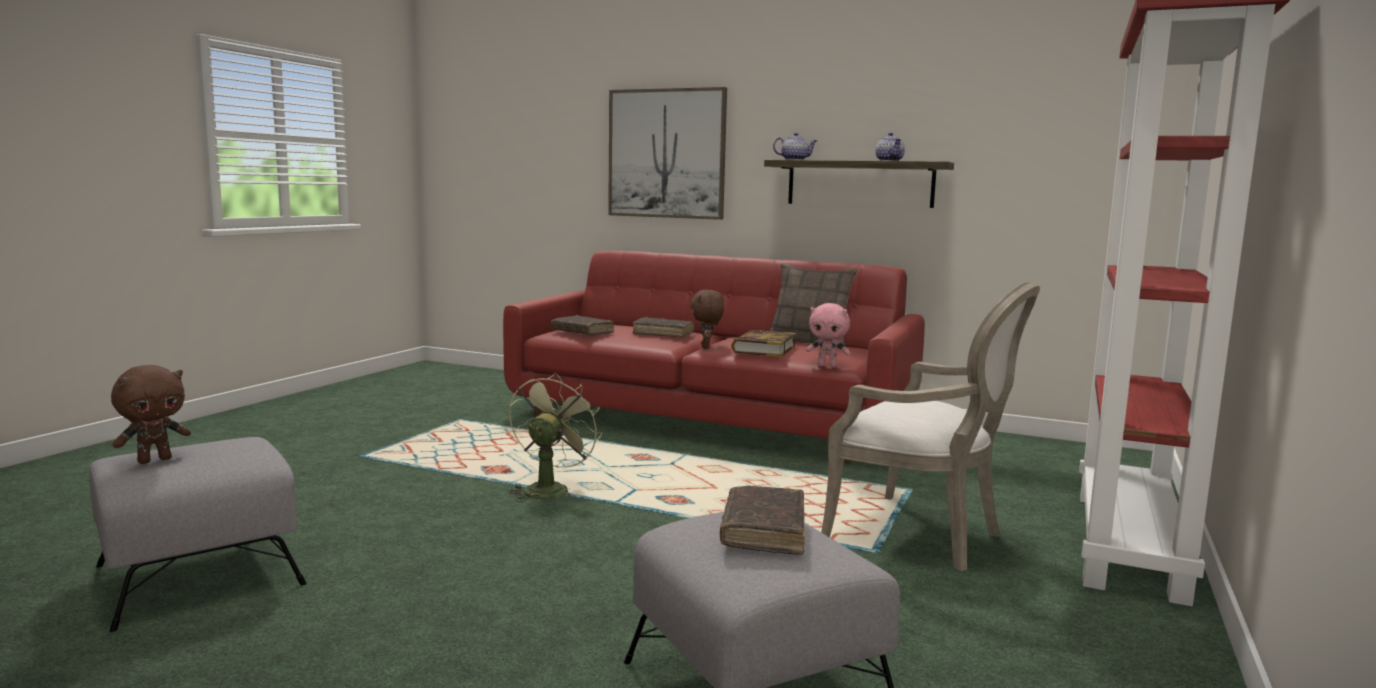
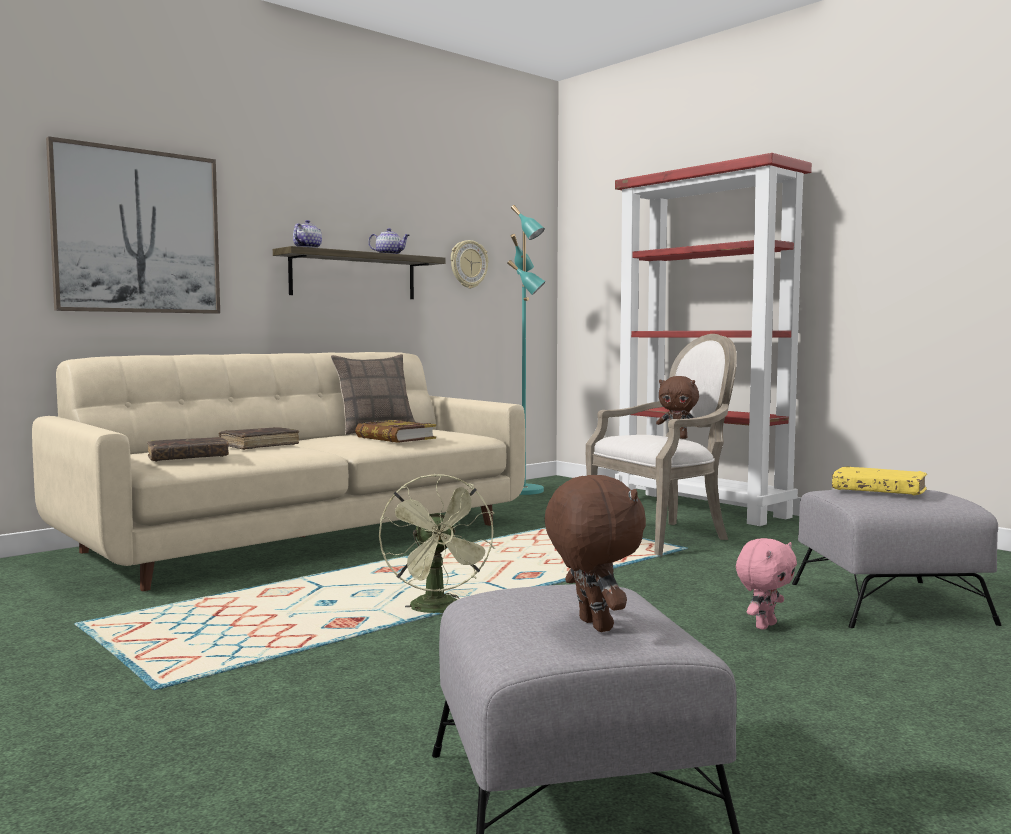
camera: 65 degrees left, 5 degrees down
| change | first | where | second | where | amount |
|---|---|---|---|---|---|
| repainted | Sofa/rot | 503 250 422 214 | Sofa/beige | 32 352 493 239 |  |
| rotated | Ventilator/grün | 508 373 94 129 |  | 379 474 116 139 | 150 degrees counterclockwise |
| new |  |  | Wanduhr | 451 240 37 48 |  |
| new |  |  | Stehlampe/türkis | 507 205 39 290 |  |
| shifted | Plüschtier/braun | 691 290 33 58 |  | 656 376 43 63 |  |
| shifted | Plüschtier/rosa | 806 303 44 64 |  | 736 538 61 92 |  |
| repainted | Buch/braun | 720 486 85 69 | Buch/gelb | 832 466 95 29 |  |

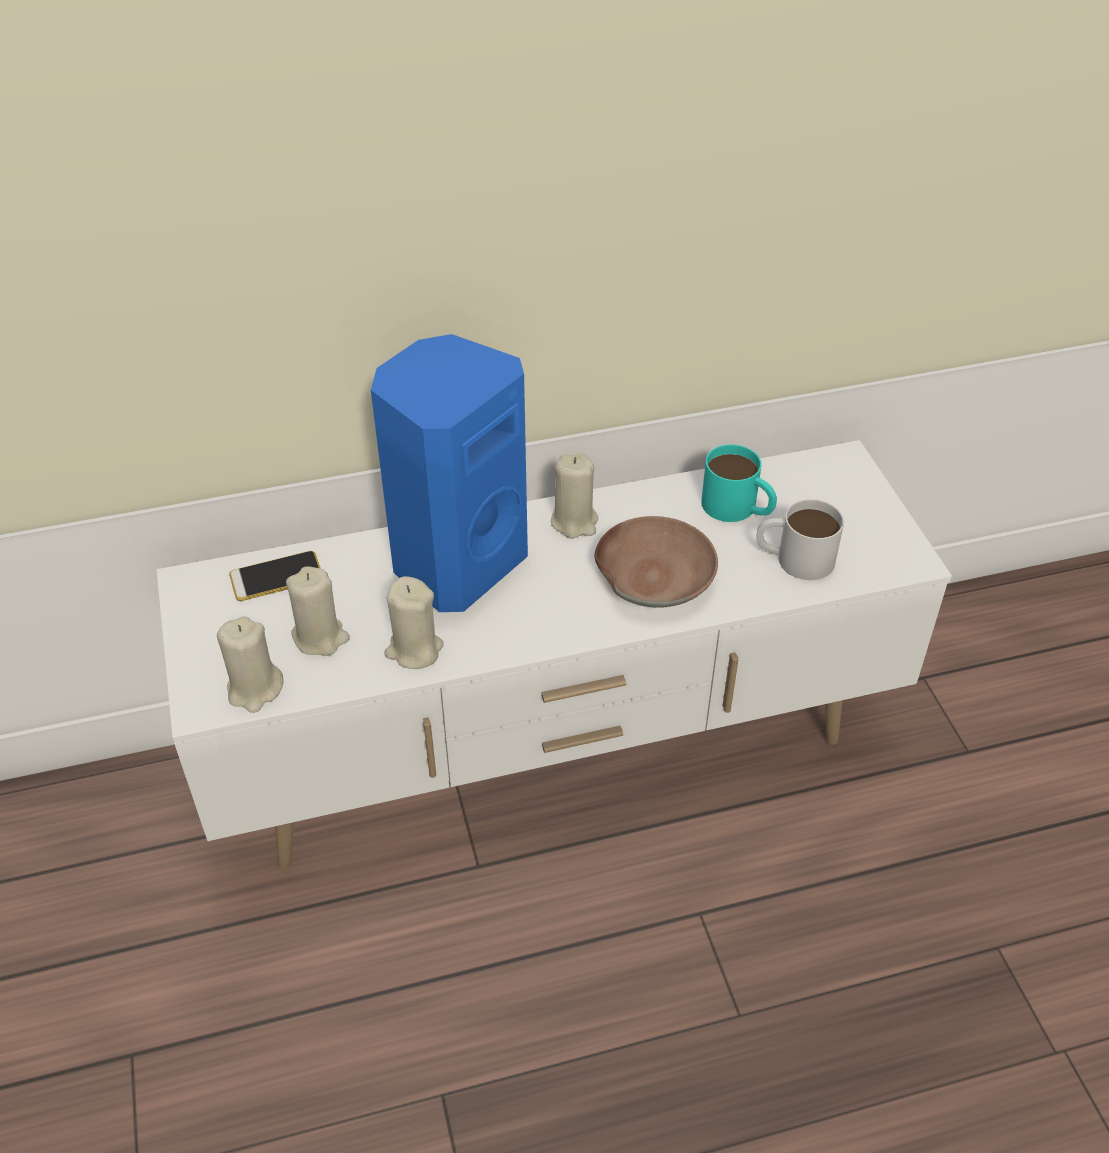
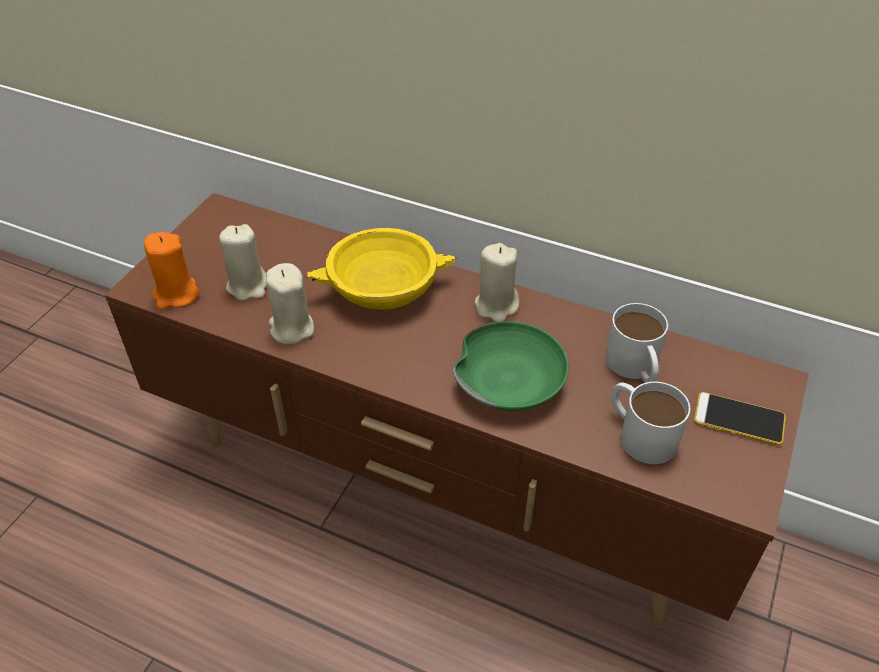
camera: 40 degrees right, 0 degrees up
| change | first | where | second | where | amount |
|---|---|---|---|---|---|
| repainted | Fernsehschrank/weiß | 156 440 796 430 | Fernsehschrank/braun | 105 193 704 435 |  |
| repainted | Kerze/beige | 217 616 67 97 | Kerze/orange | 144 232 56 77 |  |
| swapped | Lautsprecher/blau | 371 334 157 278 | Schüssel/gelb | 304 228 152 82 |  |
| repainted | Schüssel/braun | 594 516 124 92 | Schüssel/grün | 453 321 116 90 |  |
| repainted | Henkelbecher/türkis | 701 445 76 77 | Henkelbecher/weiß | 605 303 63 80 |  |
| shifted | Handy | 229 551 92 50 |  | 694 392 92 53 |  |

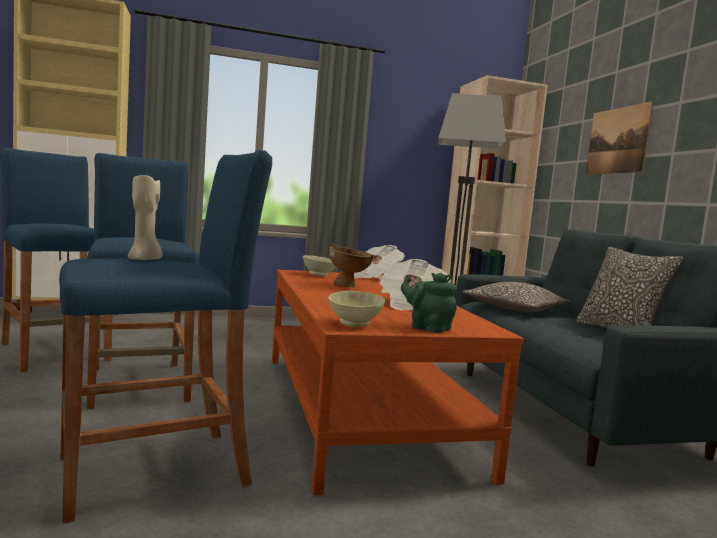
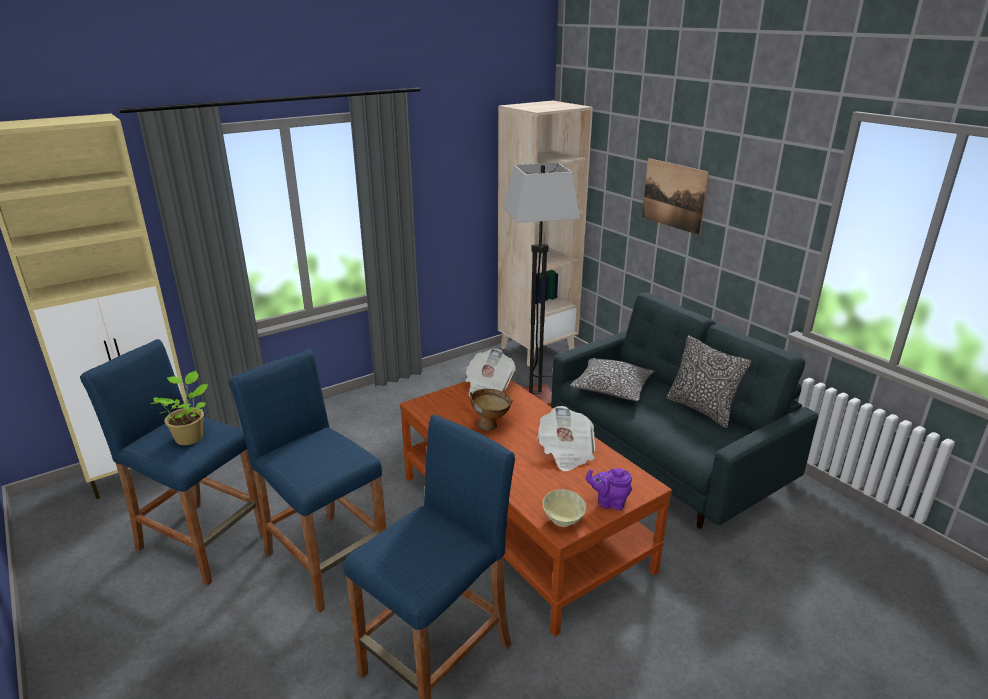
camera: 20 degrees left, 20 degrees up
| change | first | where | second | where | amount |
|---|---|---|---|---|---|
| new |  |  | Topfpflanze | 150 371 58 74 |  |
| repainted | Teekanne/grün | 401 273 56 60 | Teekanne/lila | 586 468 46 42 |  |
| gone | Kerze/beige | 128 175 35 85 |  |  |  |
| gone | Schüssel/beige | 303 255 33 21 |  |  |  |

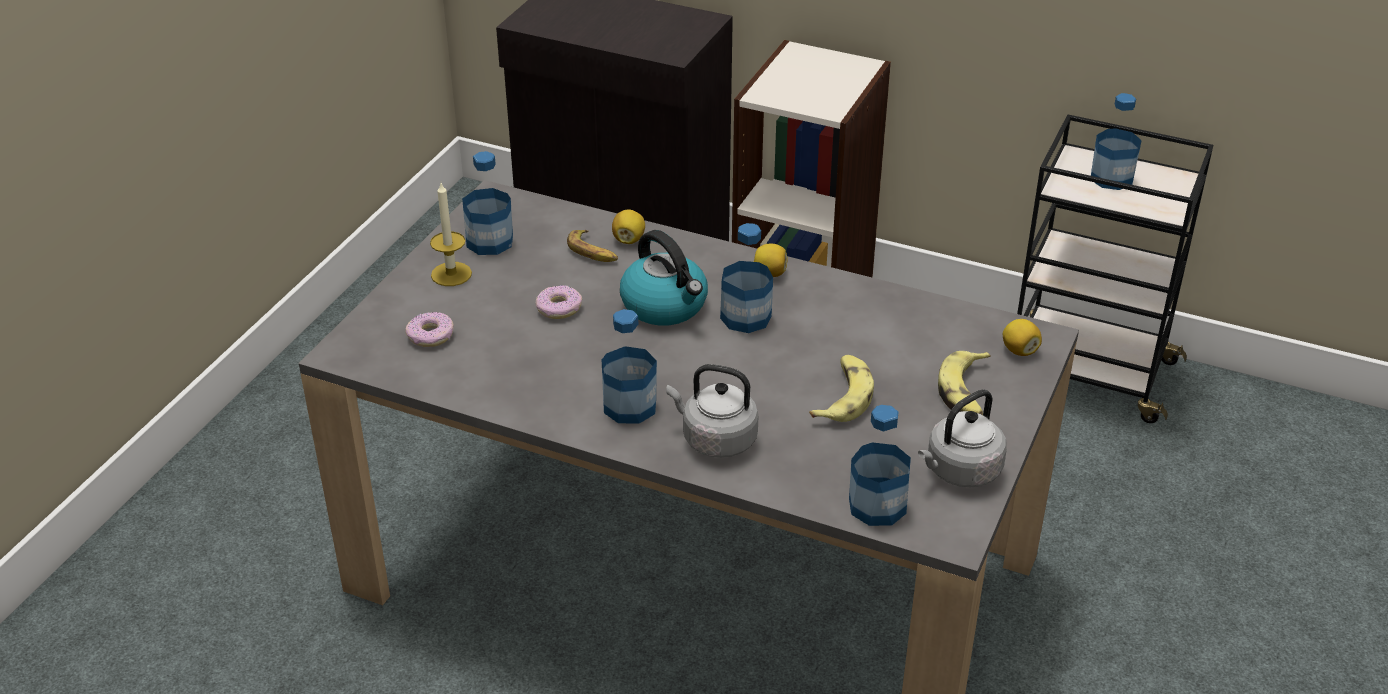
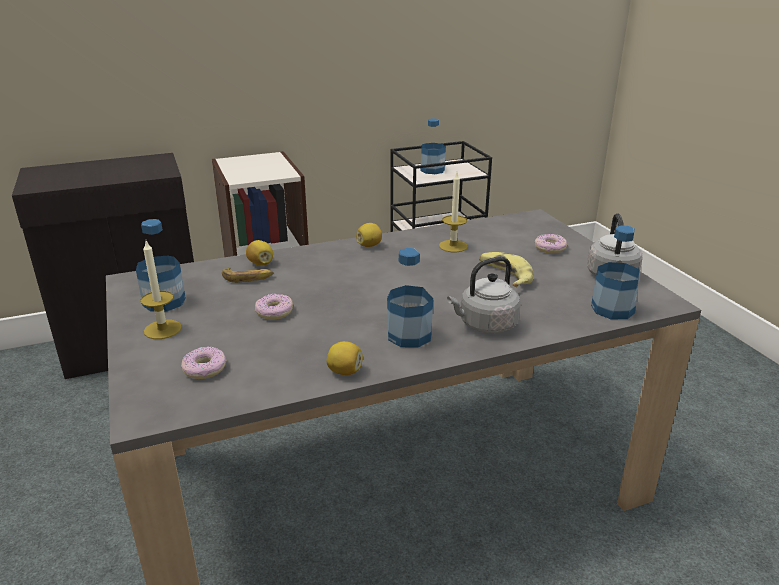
camera: 45 degrees left, 10 degrees down
| change | first | where | second | where | amount |
|---|---|---|---|---|---|
| shifted | Zitrone | 1003 319 39 37 |  | 327 341 36 34 |  |
| new |  |  | Kerze | 439 173 29 79 |  |
| swapped | Banane | 938 351 53 64 | Donut | 535 234 32 20 |  |
| gone | Wasserkessel | 620 230 88 96 |  |  |  |
| gone | Flasche | 720 223 53 110 |  |  |  |

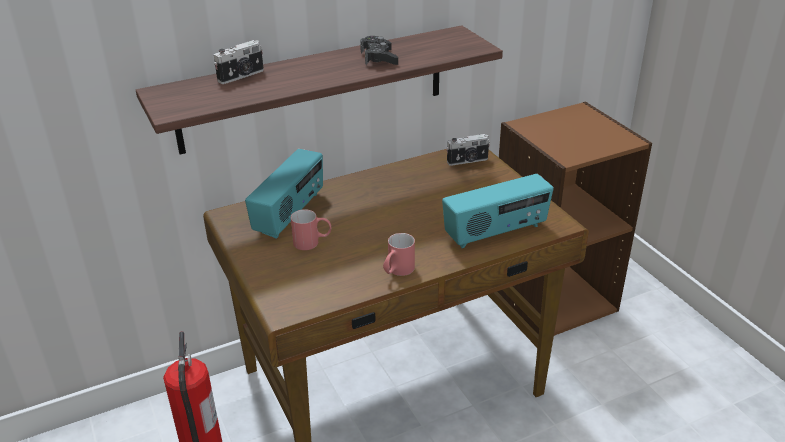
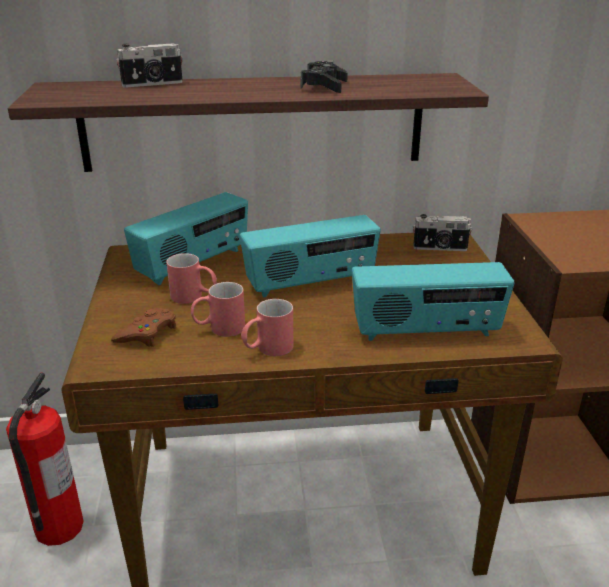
camera: 20 degrees right, 5 degrees down
| change | first | where | second | where | amount |
|---|---|---|---|---|---|
| new |  |  | Gamepad/braun | 111 308 66 39 |  |
| new |  |  | Henkelbecher/rot | 191 282 54 55 |  |
| new |  |  | Radio | 240 215 141 83 |  |

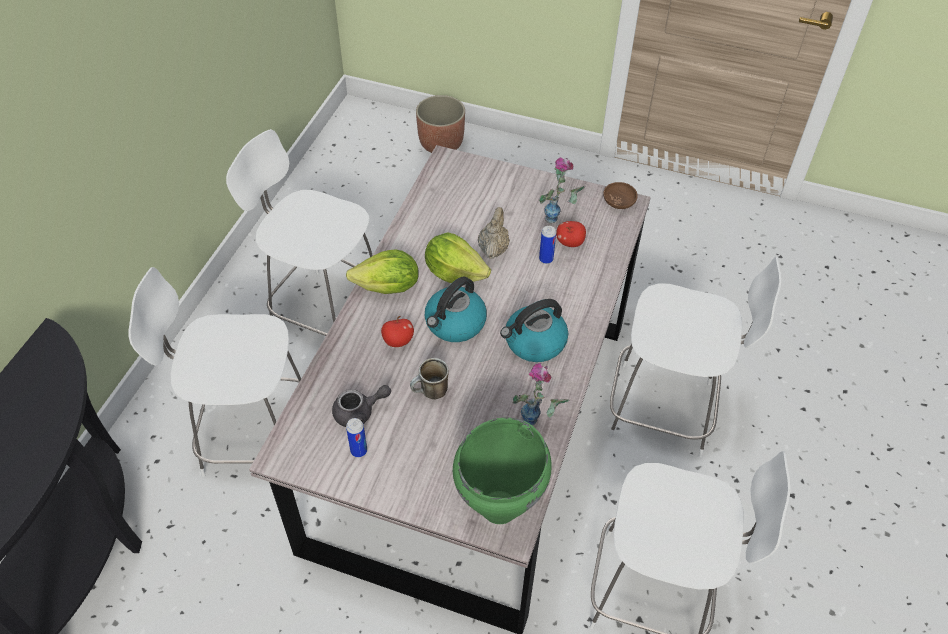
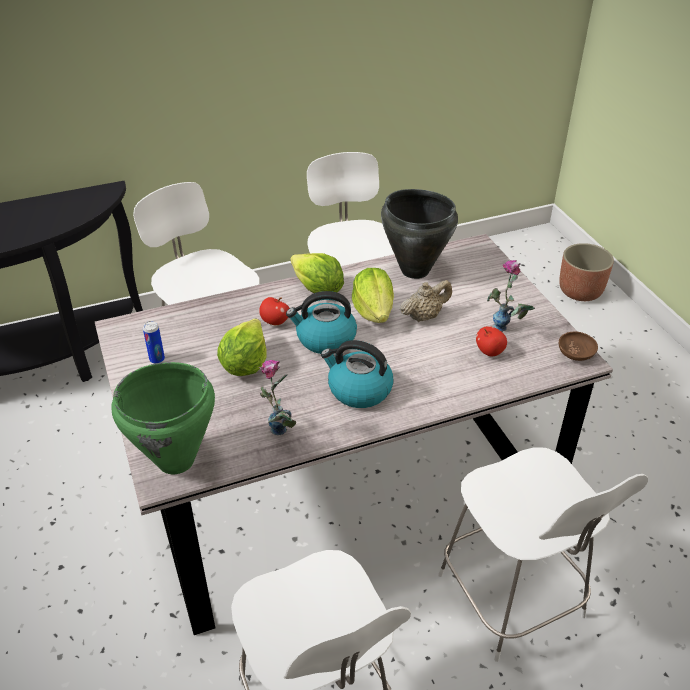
camera: 50 degrees right, 10 degrees down
| change | first | where | second | where | amount |
|---|---|---|---|---|---|
| swapped | Henkelbecher | 410 358 39 42 | Salatkopf | 217 318 50 58 |  |
| new |  |  | Kochtopf/schwarz | 381 189 77 90 |  |
| gone | Teekanne/grau | 332 385 59 42 |  |  |  |
| gone | Dose | 539 226 17 38 |  |  |  |

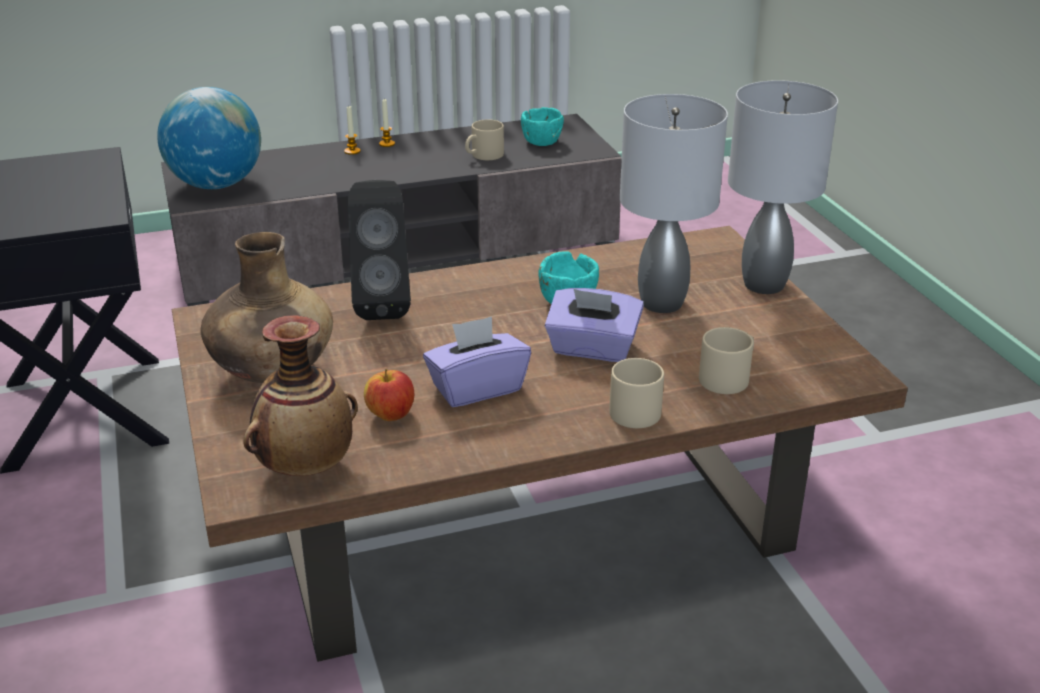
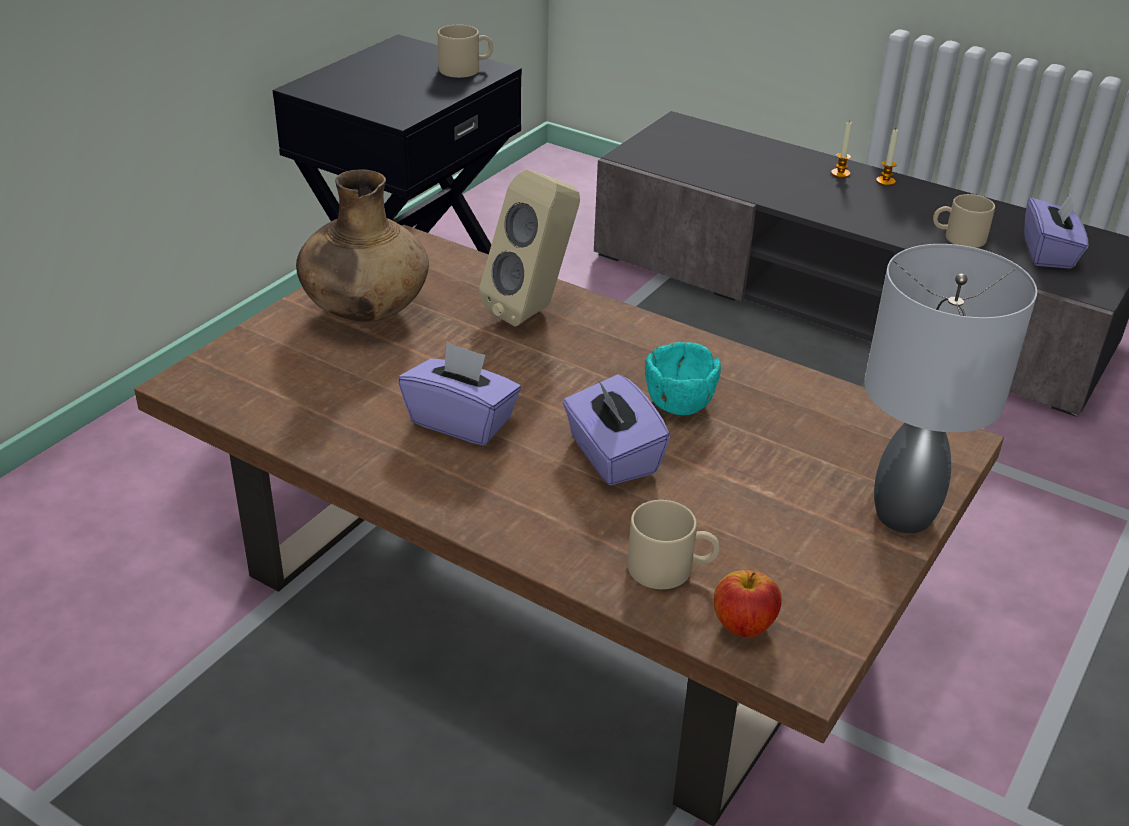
camera: 50 degrees right, 5 degrees up
| change | first | where | second | where | amount |
|---|---|---|---|---|---|
| shifted | Henkelbecher/beige | 609 358 55 70 |  | 438 25 55 53 |  |
| repainted | Lautsprecher/schwarz | 348 180 63 140 | Lautsprecher/beige | 479 170 101 157 |  |
| shifted | Apfel | 364 369 50 52 |  | 714 570 68 68 |  |
| swapped | Schüssel/türkis | 521 107 43 39 | Taschentuchbox/lila | 1024 193 64 76 |  |
| gone | Globus | 157 87 104 102 |  |  |  |
| gone | Vase | 243 315 115 161 |  |  |  |
| gone | Tischlampe/grau | 620 94 108 219 |  |  |  |

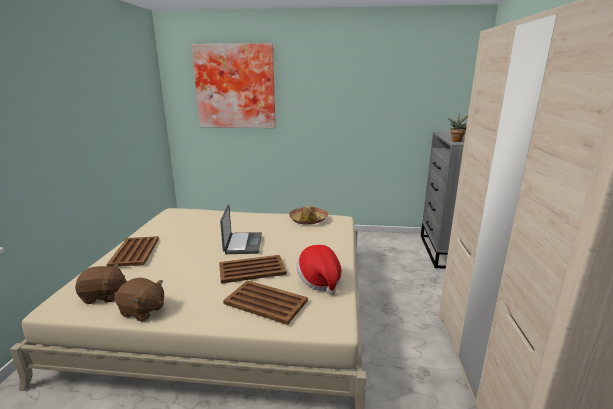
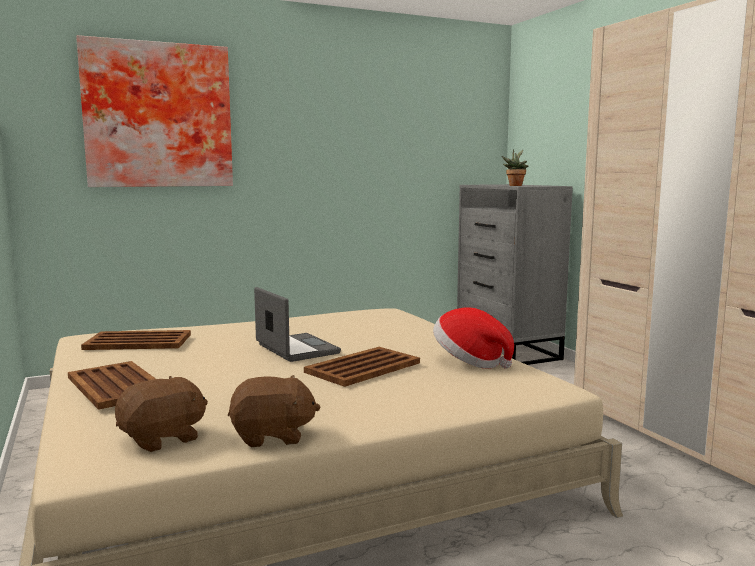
camera: 30 degrees left, 10 degrees down
| change | first | where | second | where | amount |
|---|---|---|---|---|---|
| shifted | Tablett/braun | 223 280 85 45 |  | 81 330 110 20 |  |
| gone | Hut | 289 206 39 19 |  |  |  |

